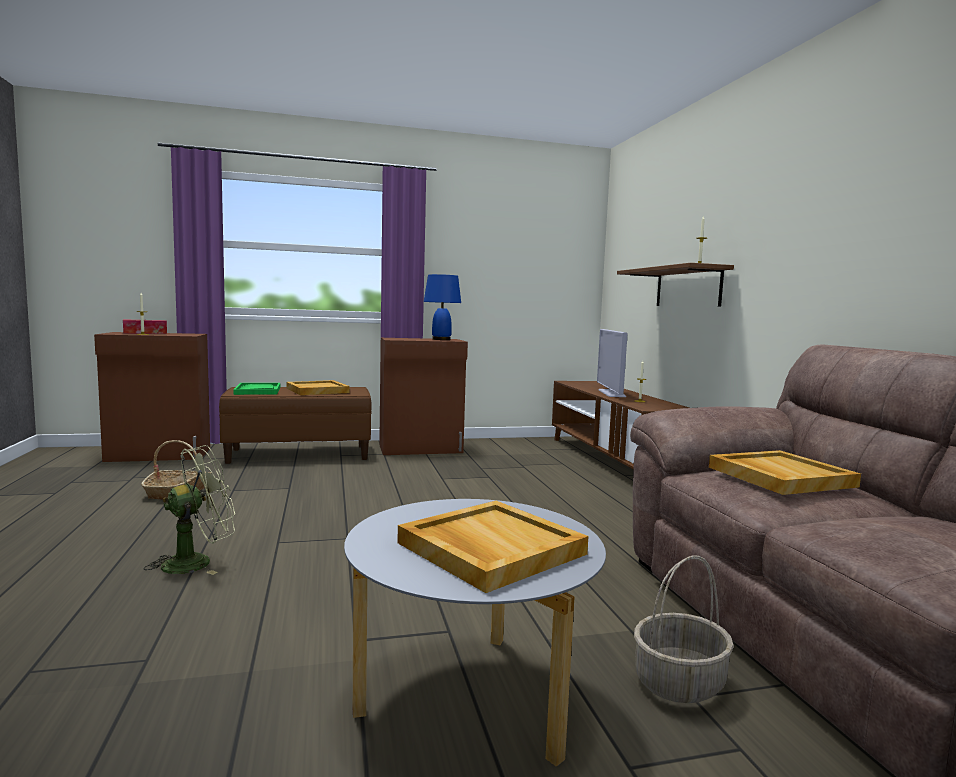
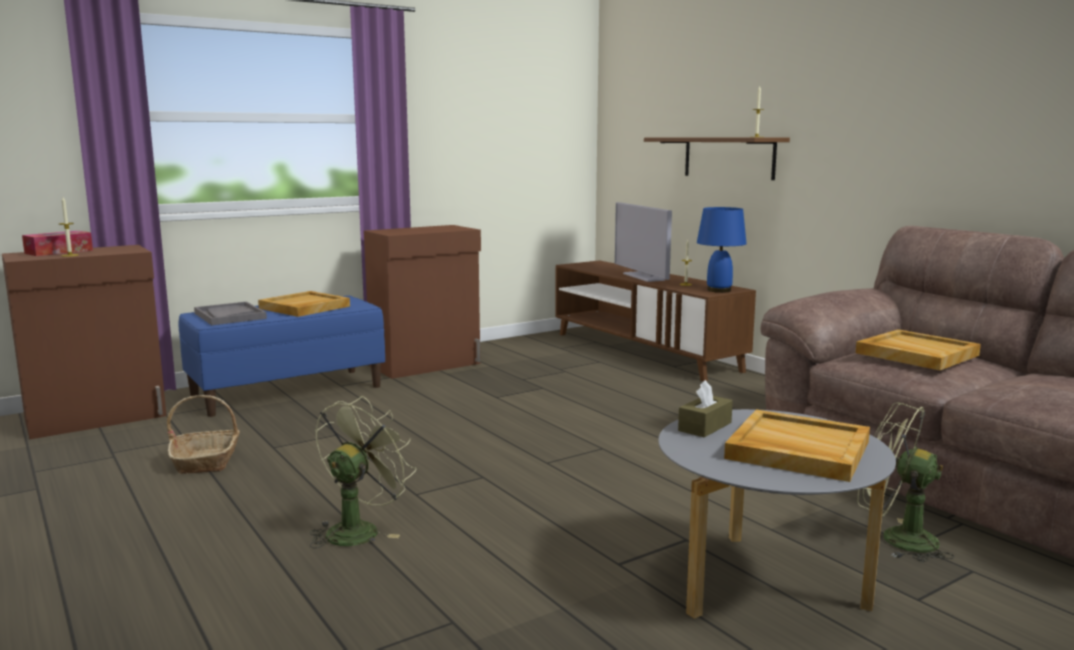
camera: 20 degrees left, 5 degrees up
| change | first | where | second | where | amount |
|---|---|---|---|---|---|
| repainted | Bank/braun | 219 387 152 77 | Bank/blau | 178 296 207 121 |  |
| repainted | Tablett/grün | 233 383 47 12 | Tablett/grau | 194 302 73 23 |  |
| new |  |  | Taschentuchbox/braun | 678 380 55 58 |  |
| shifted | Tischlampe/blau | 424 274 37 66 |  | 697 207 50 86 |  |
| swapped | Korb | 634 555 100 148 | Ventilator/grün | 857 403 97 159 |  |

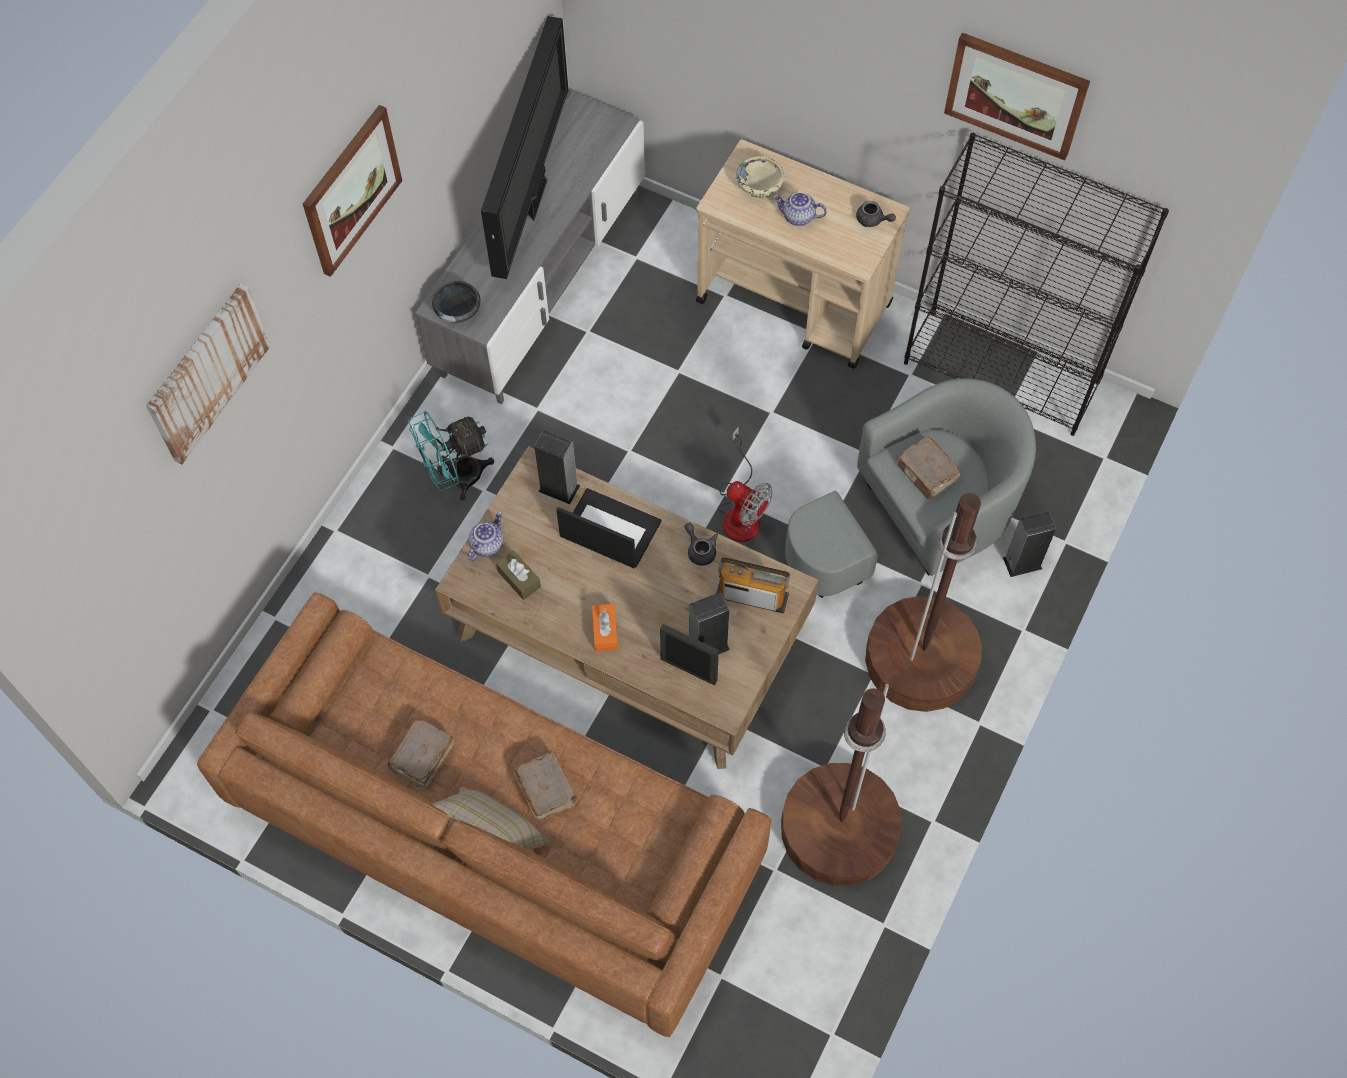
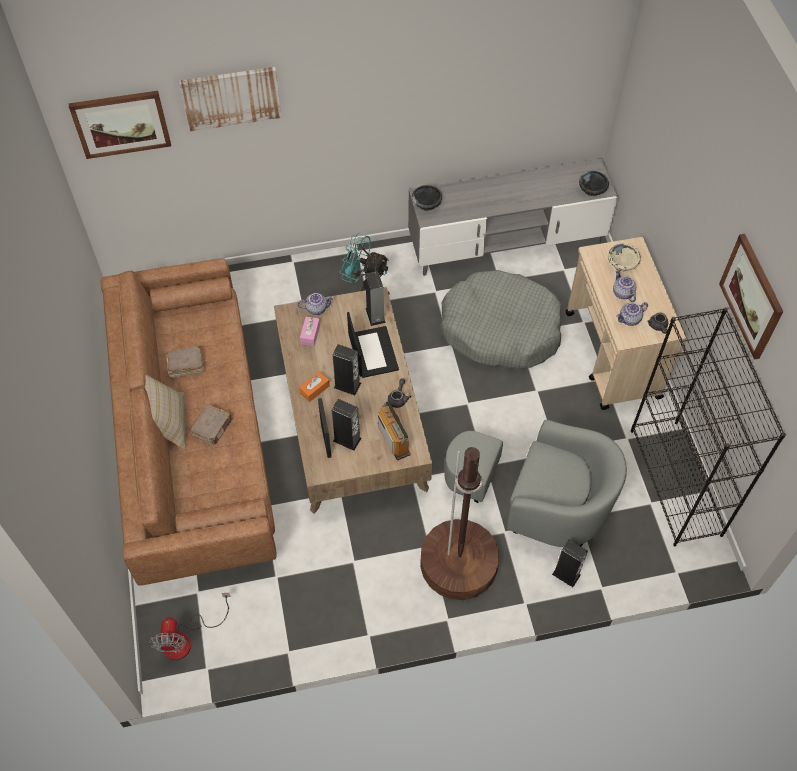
camera: 50 degrees right, 5 degrees down
| change | first | where | second | where | amount |
|---|---|---|---|---|---|
| shifted | Bild | 303 105 99 172 |  | 69 91 102 68 |  |
| shifted | Ventilator | 718 426 55 116 |  | 149 593 82 67 |  |
| repainted | Taschentuchbox/braun | 496 551 45 49 | Taschentuchbox/rosa | 300 317 20 29 |  |
| new |  |  | Lautsprecher | 332 344 29 51 |  |
| new |  |  | Hundebett/grau | 441 270 120 99 |  |
| new |  |  | Schüssel/schwarz | 579 171 30 25 |  |
| new |  |  | Teekanne | 616 302 32 24 |  |
| gone | Fernseher | 481 16 87 263 |  |  |  |
| gone | Stehlampe/braun | 781 684 121 202 |  |  |  |
| gone | Buch/braun | 897 436 63 64 |  |  |  |

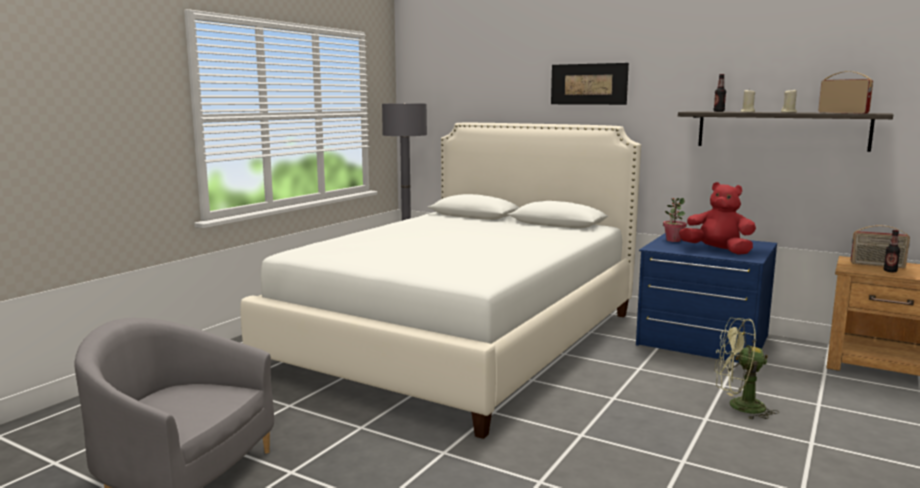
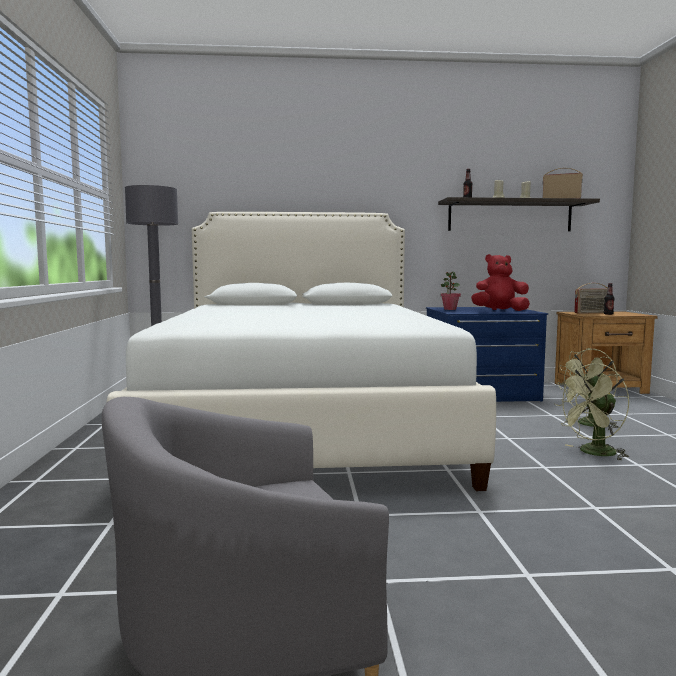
camera: 35 degrees left, 5 degrees down
| change | first | where | second | where | amount |
|---|---|---|---|---|---|
| new |  |  | Ventilator/grün | 554 363 75 98 |  |
| gone | Bild | 551 63 78 42 |  |  |  |

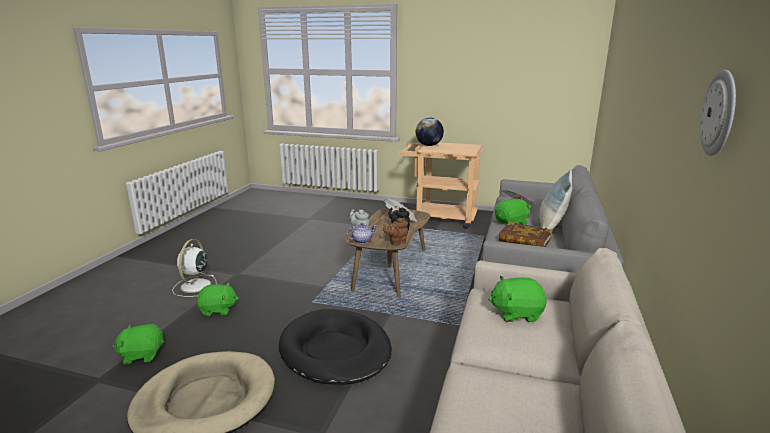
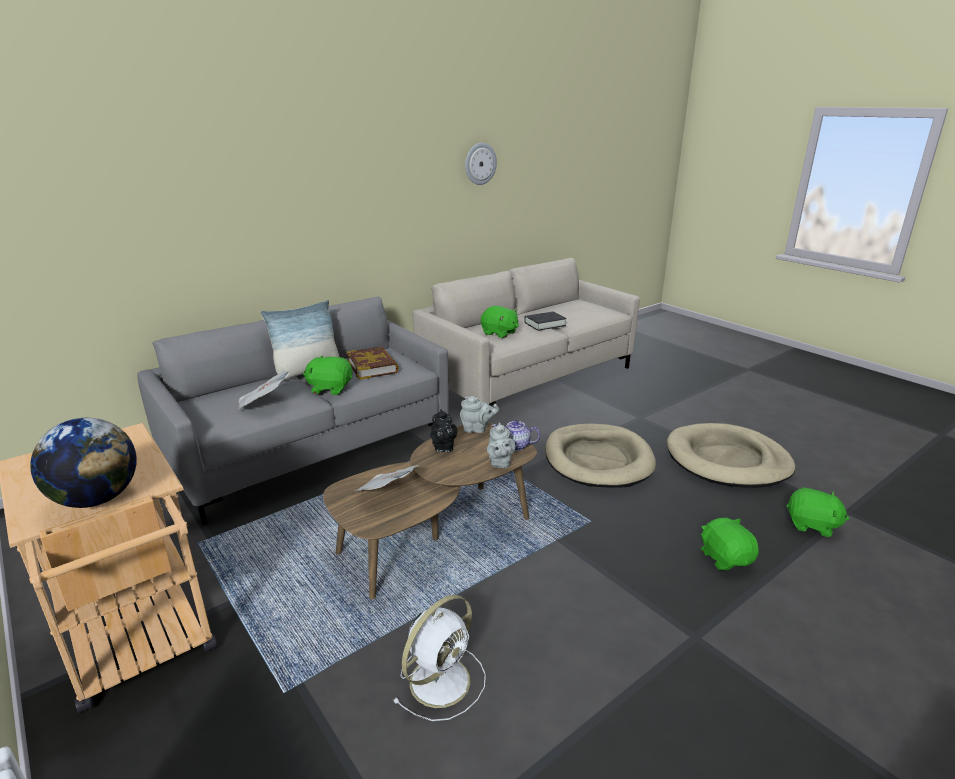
camera: 145 degrees left, 5 degrees up
| change | first | where | second | where | amount |
|---|---|---|---|---|---|
| shifted | Ventilator/weiß | 172 239 44 58 |  | 393 595 93 126 |  |
| repainted | Teekanne/braun | 383 218 25 28 | Teekanne/grau | 460 396 39 37 |  |
| new |  |  | Buch/schwarz | 524 311 43 20 |  |
| repainted | Hundebett/schwarz | 279 309 113 76 | Hundebett/beige | 545 424 111 64 |  |
| rotated | Plüschtier/grün | 197 283 42 33 |  | 701 518 58 52 | 45 degrees clockwise |

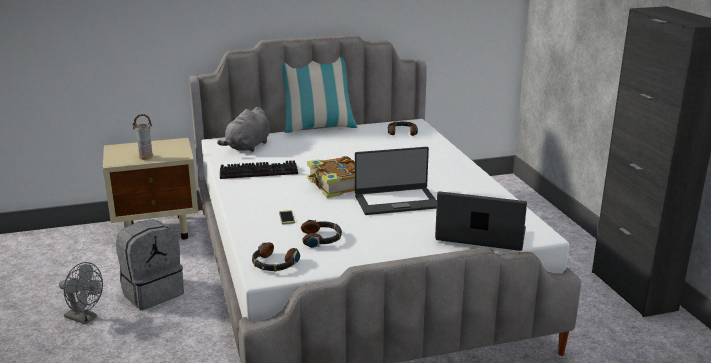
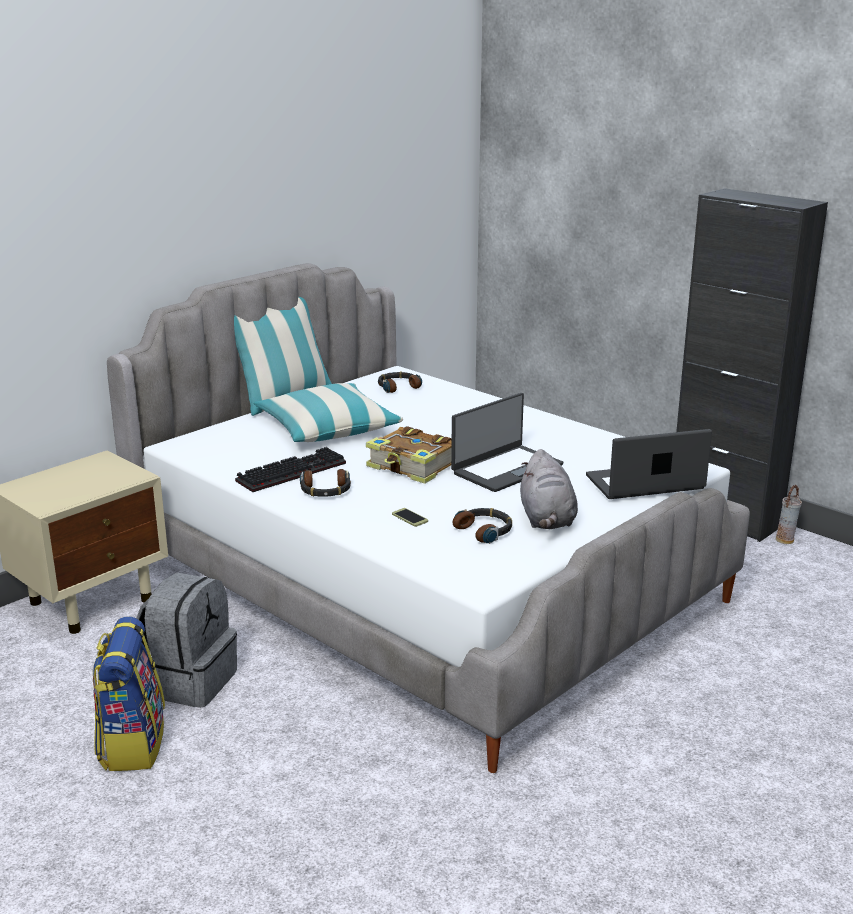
camera: 30 degrees left, 0 degrees up
| change | first | where | second | where | amount |
|---|---|---|---|---|---|
| swapped | Ventilator/grau | 59 262 44 63 | Rucksack | 92 617 73 154 |  |
| new |  |  | Kissen | 254 383 149 59 |  |
| shifted | Kopfhörer | 252 242 48 29 |  | 300 469 51 28 |  |
| shifted | Plüschtier/grau | 217 107 53 45 |  | 520 449 58 80 |  |
| shifted | Vase | 133 114 20 46 |  | 776 485 26 59 |  |

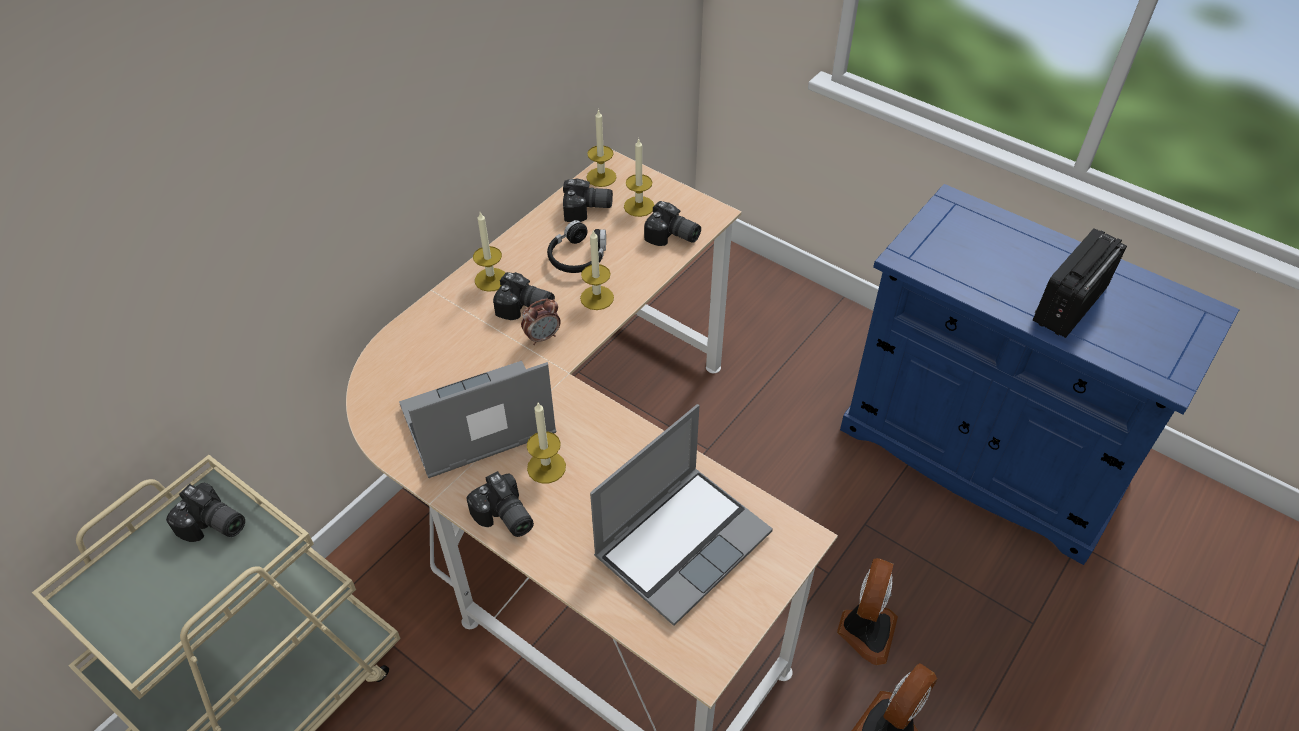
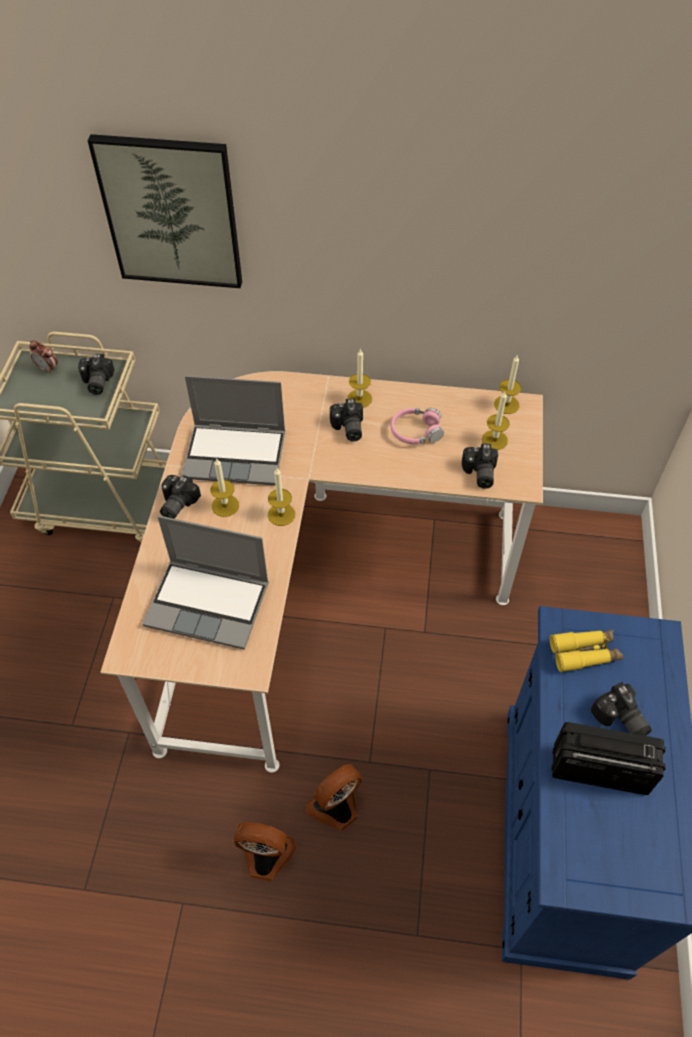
camera: 60 degrees right, 5 degrees up
| change | first | where | second | where | amount |
|---|---|---|---|---|---|
| shifted | Wecker | 521 298 40 47 |  | 29 340 29 34 |  |
| new |  |  | Bild | 88 134 154 154 |  |
| rotated | Laptop | 399 361 158 117 |  | 181 376 104 109 | 150 degrees clockwise |
| shifted | Kerze | 580 229 34 81 |  | 268 468 27 58 |  |
| rotated | Ventilator | 837 558 61 107 |  | 306 764 56 67 | 150 degrees clockwise |
| repainted | Kopfhörer/schwarz | 547 220 59 53 | Kopfhörer/rosa | 390 408 54 36 |  |
| new |  |  | Fernglas/gelb | 550 630 73 42 |  |
| shifted | Kamera | 563 178 50 44 |  | 591 682 61 54 |  |

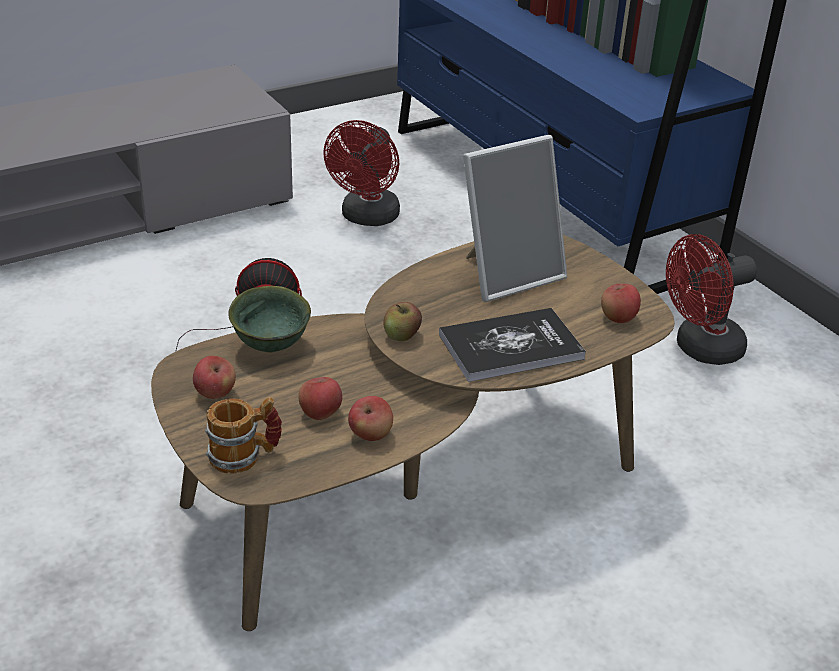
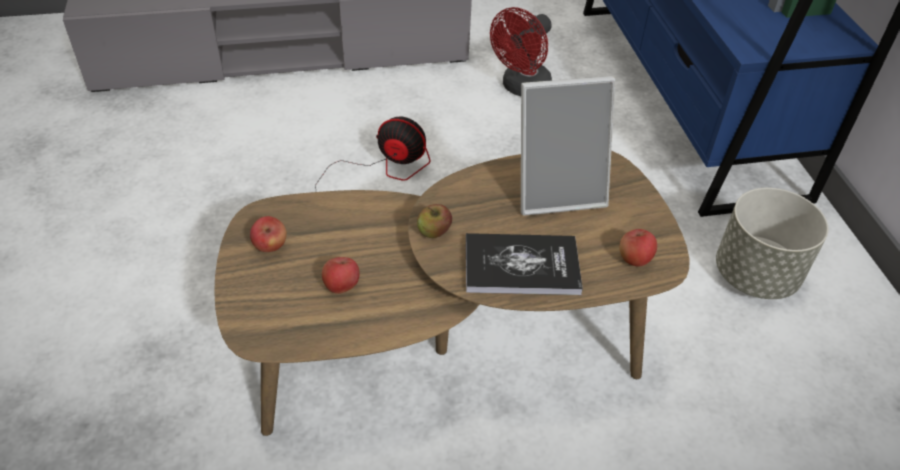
camera: 20 degrees right, 10 degrees up
| change | first | where | second | where | amount |
|---|---|---|---|---|---|
| swapped | Ventilator/rot | 666 234 91 131 | Pflanzkübel/grau | 716 188 112 111 |  |
| gone | Henkelbecher | 205 397 77 77 |  |  |  |
| gone | Schüssel/grün | 228 286 83 67 |  |  |  |
| gone | Apfel | 348 396 45 45 |  |  |  |

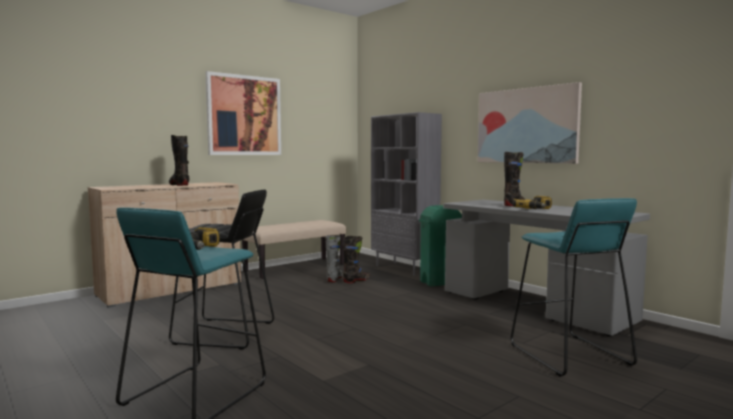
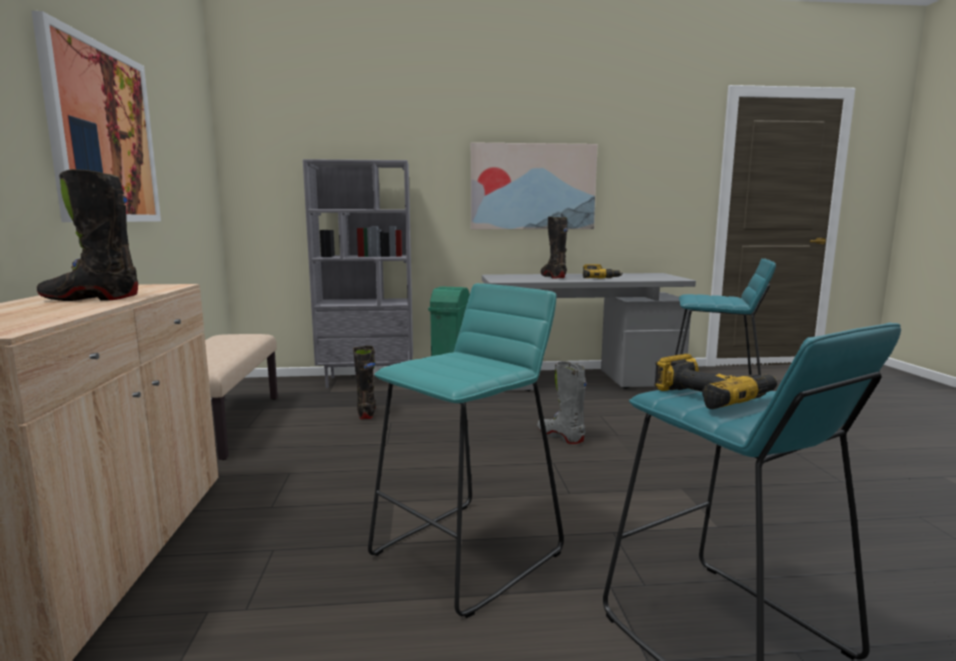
camera: 55 degrees left, 5 degrees up
| change | first | where | second | where | amount |
|---|---|---|---|---|---|
| repainted | Hocker/schwarz | 169 190 105 159 | Hocker/türkis | 368 283 196 335 |  |
| shifted | Stiefel/grau | 325 235 18 47 |  | 537 361 50 83 |  |

